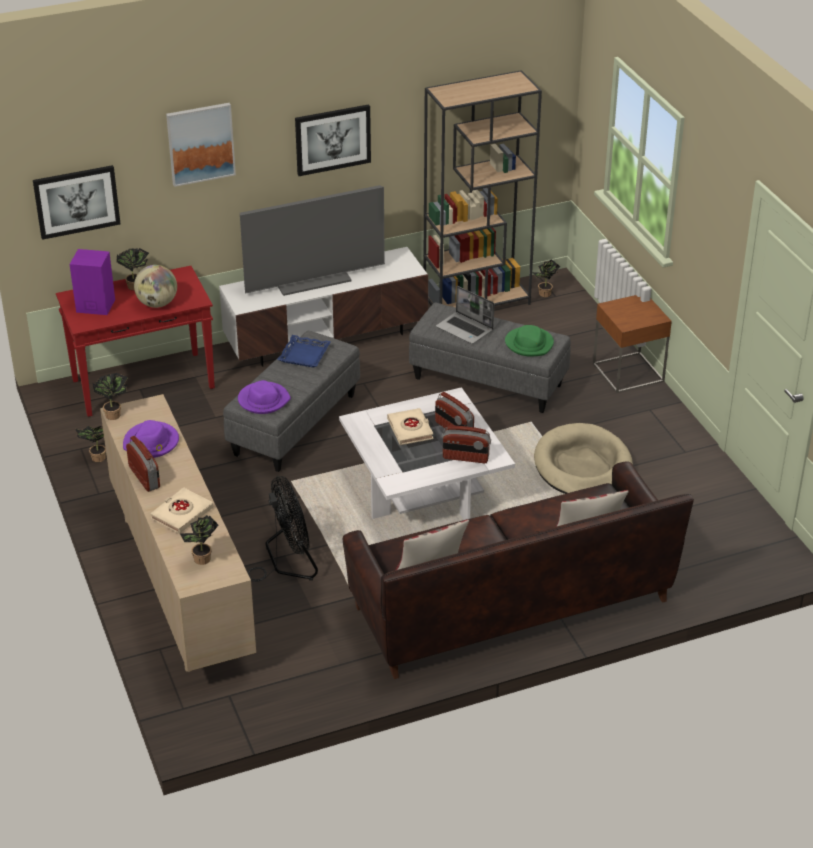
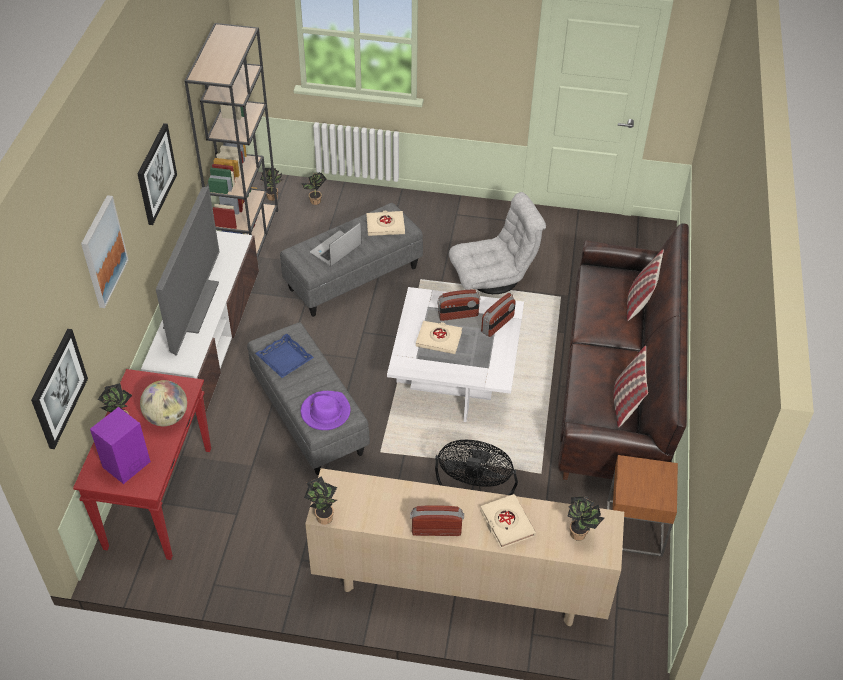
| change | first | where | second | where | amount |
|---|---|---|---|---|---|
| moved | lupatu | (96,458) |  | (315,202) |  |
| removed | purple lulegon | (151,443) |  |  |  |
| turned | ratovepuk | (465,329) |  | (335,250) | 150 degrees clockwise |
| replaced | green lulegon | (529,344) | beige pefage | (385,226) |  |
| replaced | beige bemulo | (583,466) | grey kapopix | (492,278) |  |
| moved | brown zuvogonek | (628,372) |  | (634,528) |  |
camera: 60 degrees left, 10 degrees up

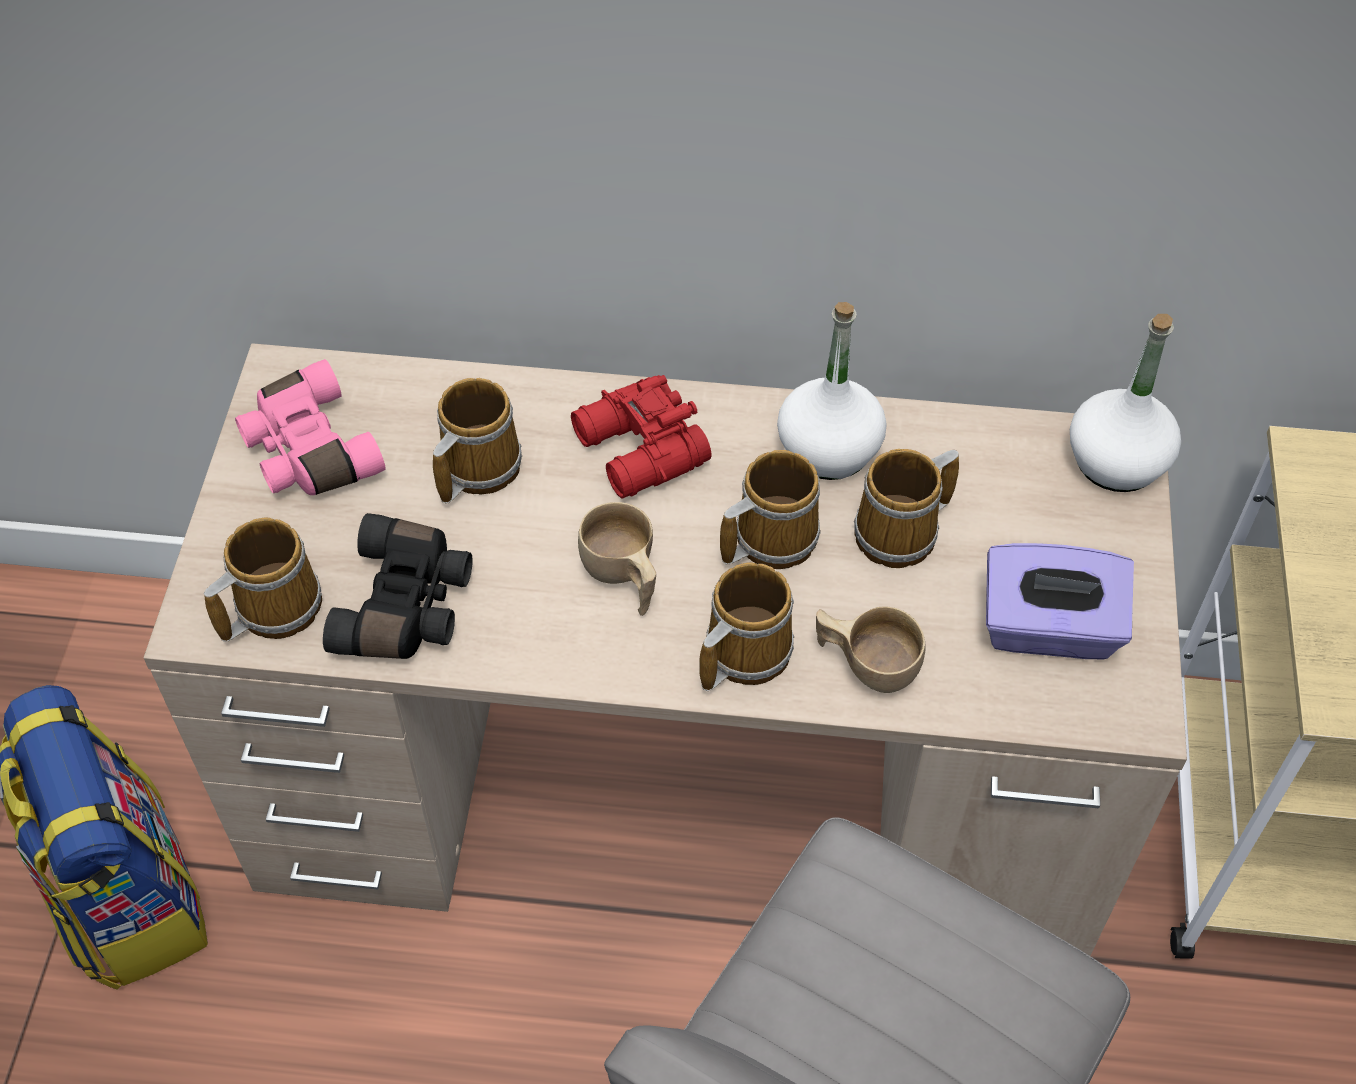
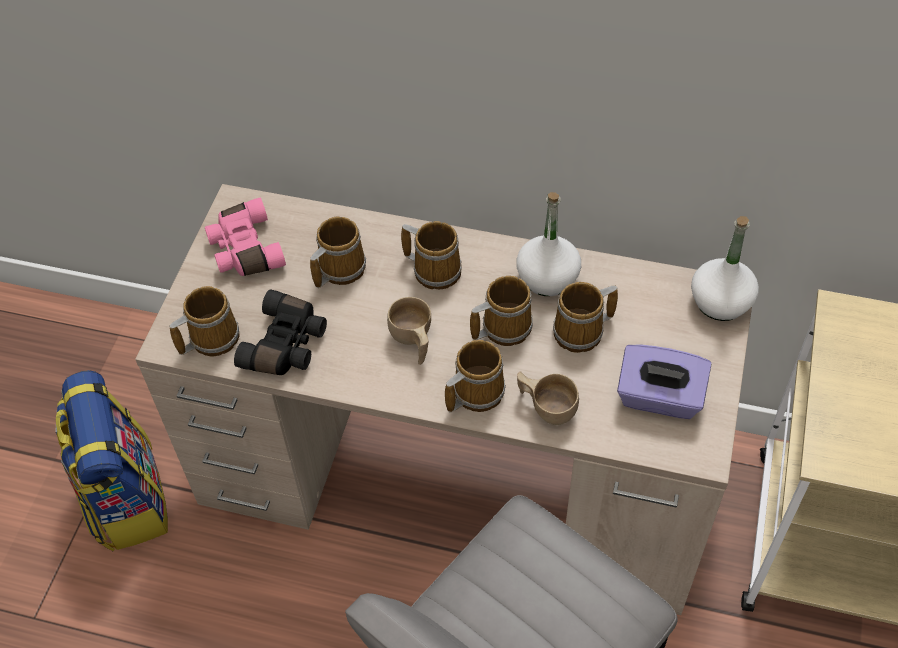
| change | first | where | second | where | amount |
|---|---|---|---|---|---|
| replaced | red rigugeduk | (639,452) | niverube | (435,269) |  |
camera: 10 degrees right, 0 degrees up

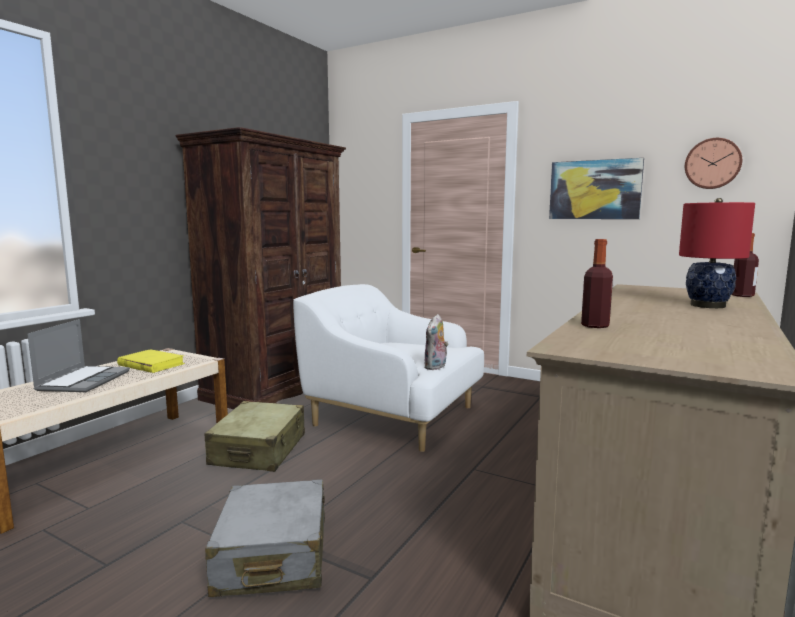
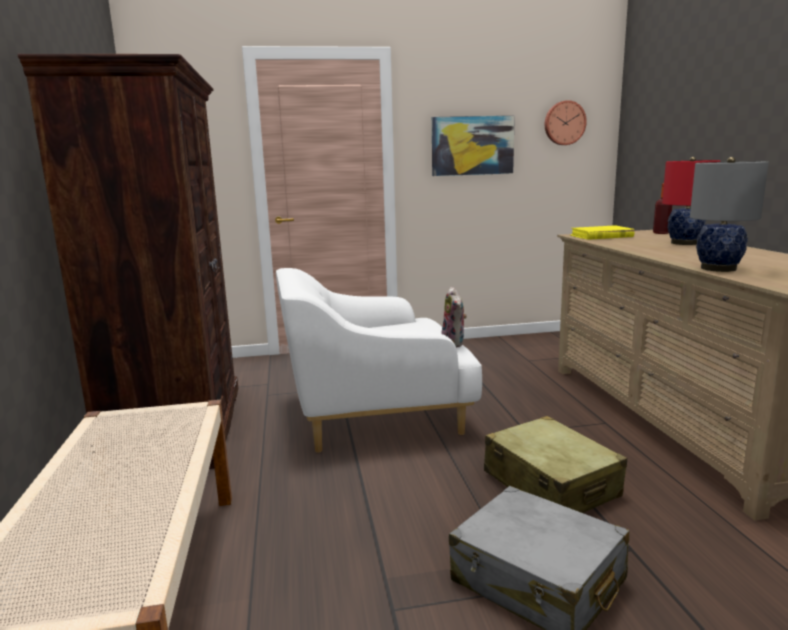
| change | first | where | second | where | amount |
|---|---|---|---|---|---|
| removed | ratovepuk | (83,380) |  |  |  |
| moved | yellow pefage | (151,364) |  | (601,236) |  |
| moved | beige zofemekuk | (259,450) |  | (550,484) |  |
| replaced | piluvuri | (595,326) | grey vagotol | (718,268) |  |
camera: 40 degrees left, 5 degrees up

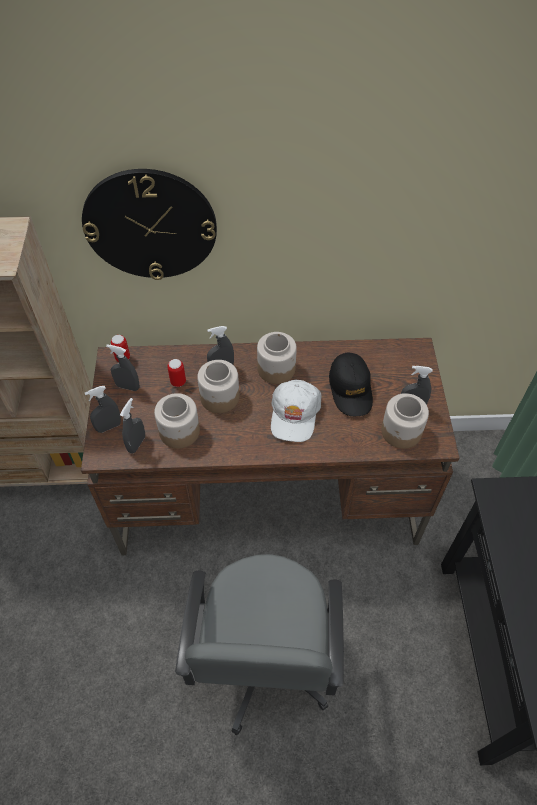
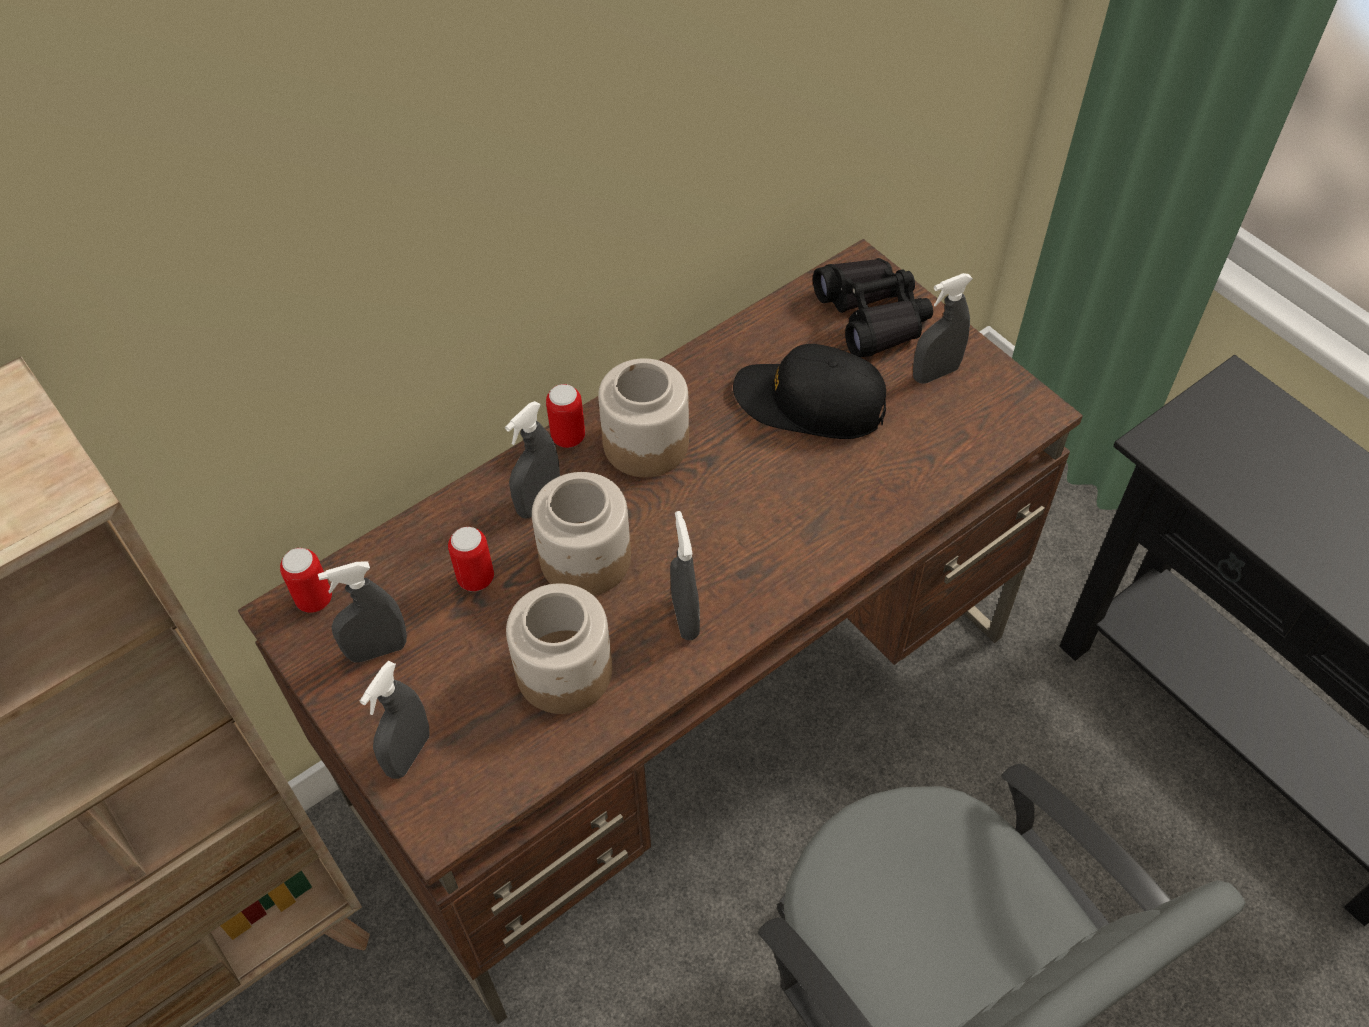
| change | first | where | second | where | amount |
|---|---|---|---|---|---|
| removed | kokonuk | (150,225) |  |  |  |
| moved | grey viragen | (136,444) |  | (685,617) |  |
| removed | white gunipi | (294,414) |  |  |  |
| turned | black gunipi | (351,389) |  | (810,403) | 150 degrees clockwise |
| removed | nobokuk | (401,432) |  |  |  |
| added |  |  | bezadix | (568,437) |  |
| added |  |  | black rigugeduk | (873,316) |  |
camera: 35 degrees left, 0 degrees up

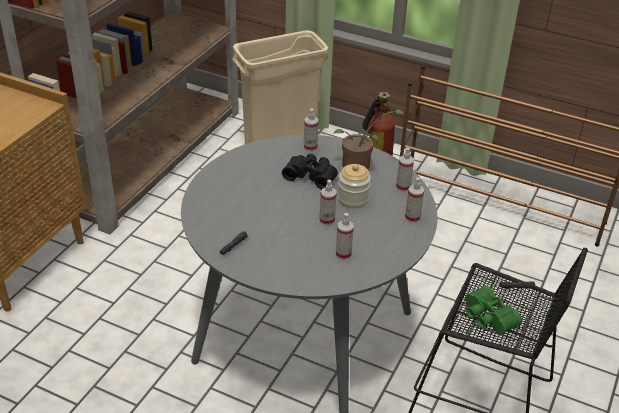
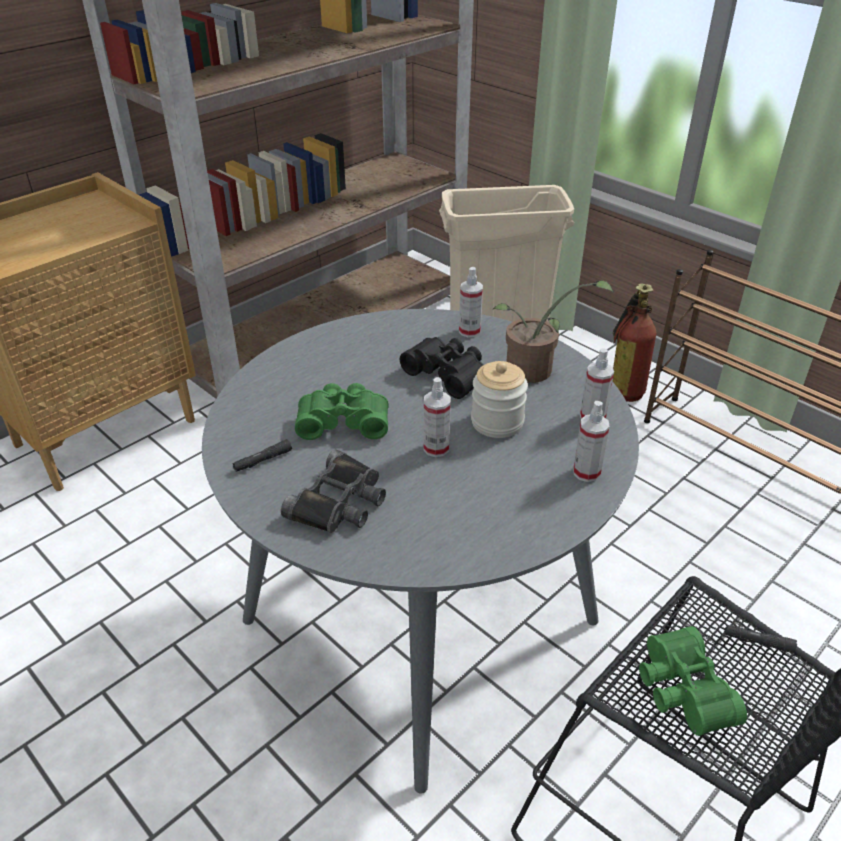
| change | first | where | second | where | amount |
|---|---|---|---|---|---|
| removed | viragen | (343,254) |  |  |  |
| added |  |  | black rigugeduk | (340,502) |  |
| added |  |  | green rigugeduk | (343,421) |  |
camera: 20 degrees right, 0 degrees up

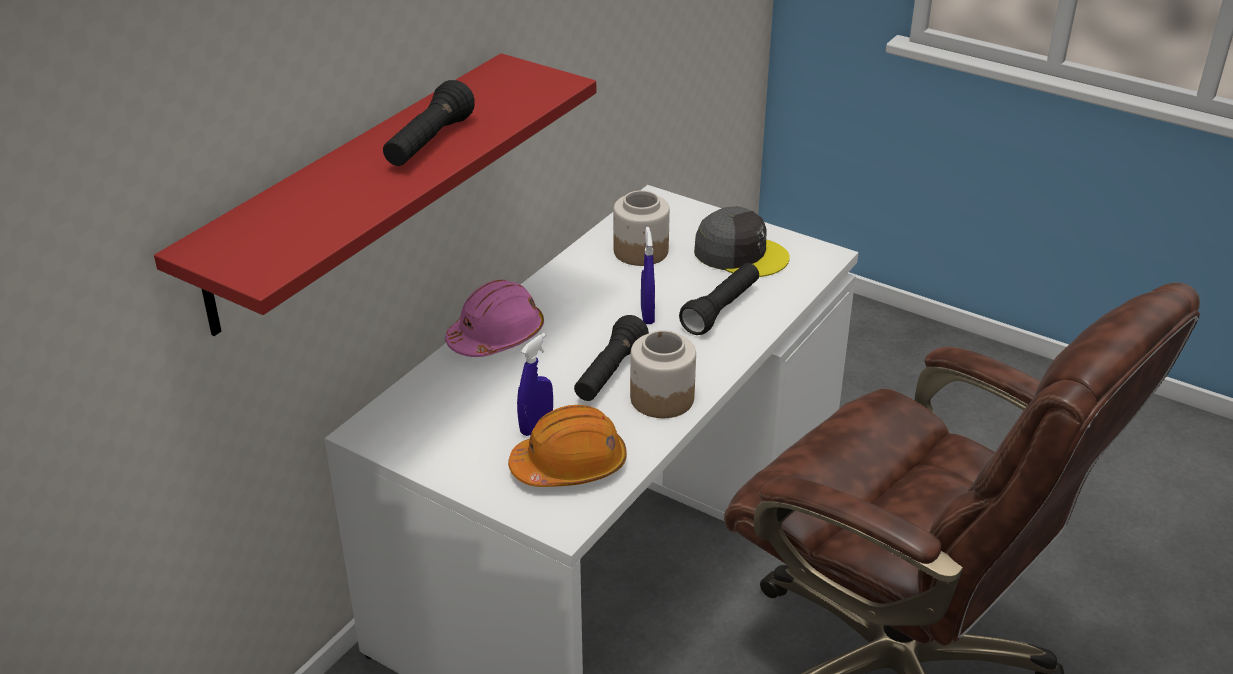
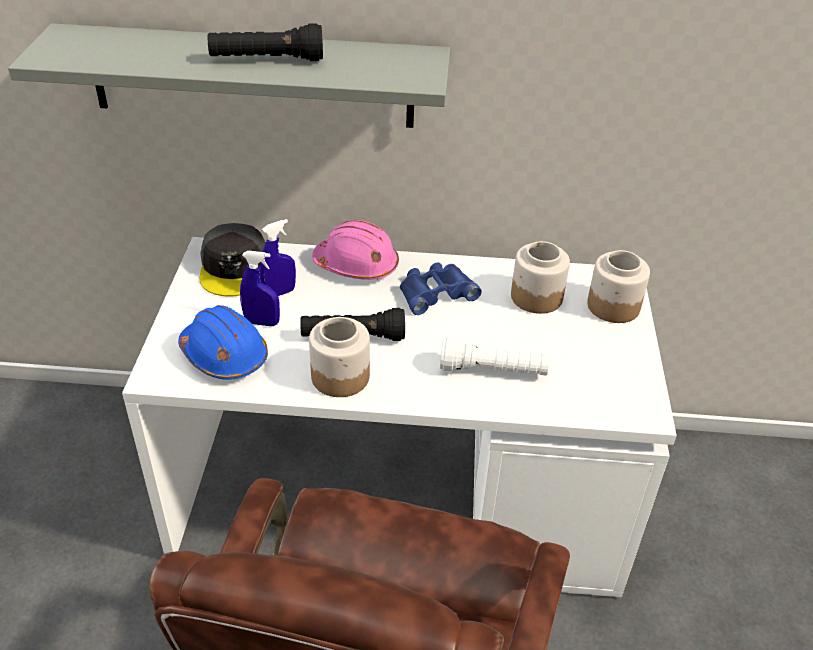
| change | first | where | second | where | amount |
|---|---|---|---|---|---|
| recoloured | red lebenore | (355,189) | grey lebenore | (252,76) |  |
| recoloured | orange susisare | (570,466) | blue susisare | (224,356) |  |
| moved | blue viragen | (647,315) |  | (279,293) |  |
| recoloured | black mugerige | (721,310) | white mugerige | (493,371) |  |
| moved | grey gunipi | (740,254) |  | (235,268) |  |
| added |  |  | blue rigugeduk | (435,292) |  |
| added |  |  | nobokuk | (612,306) |  |
camera: 60 degrees right, 5 degrees up

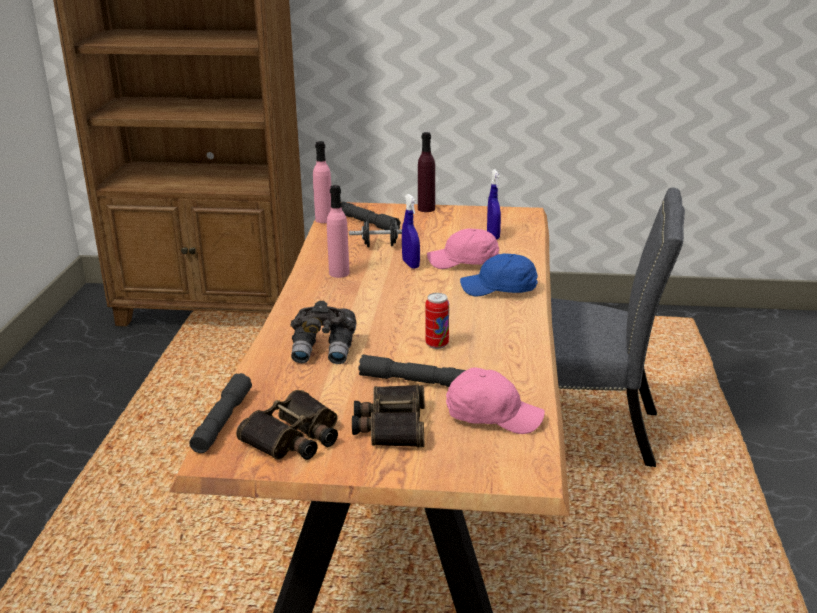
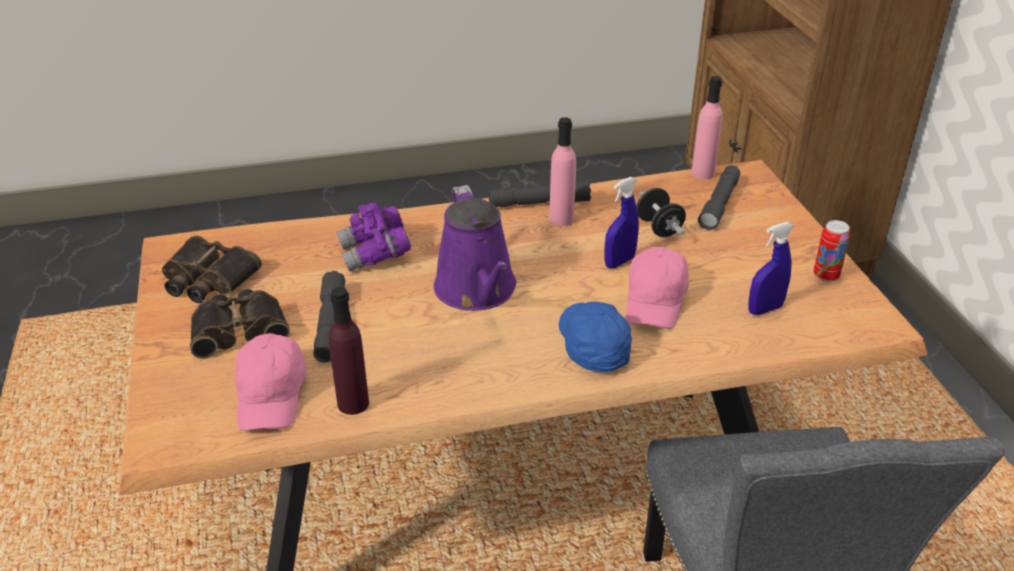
| change | first | where | second | where | amount |
|---|---|---|---|---|---|
| moved | grey mugerige | (222,421) |  | (539,203) |  |
| recoloured | grey rigugeduk | (324,350) | purple rigugeduk | (375,254) |  |
| moved | purple piluvuri | (426,209) |  | (353,403) |  |
| moved | bezadix | (437,344) |  | (826,276) |  |
| turned | pink gunipi | (464,262) |  | (655,301) | 150 degrees counterclockwise |
| added |  |  | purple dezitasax | (477,291) |  |
camera: 70 degrees right, 10 degrees up

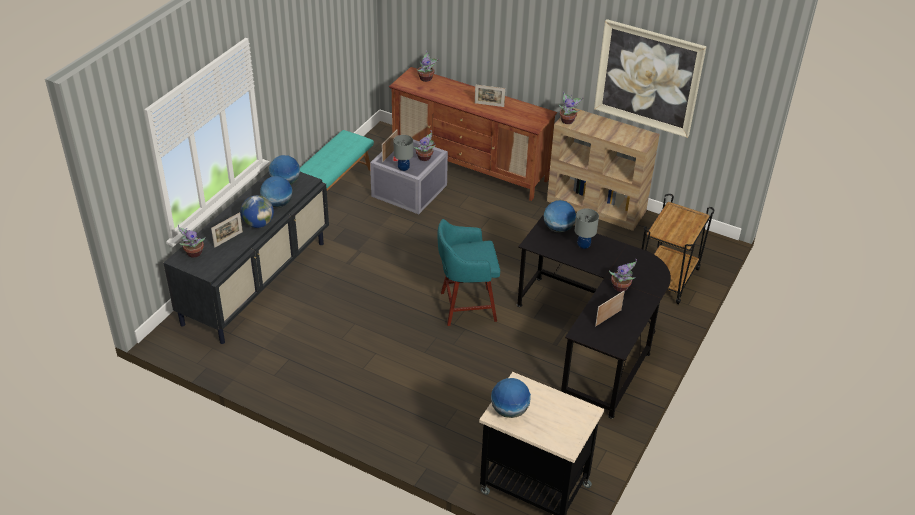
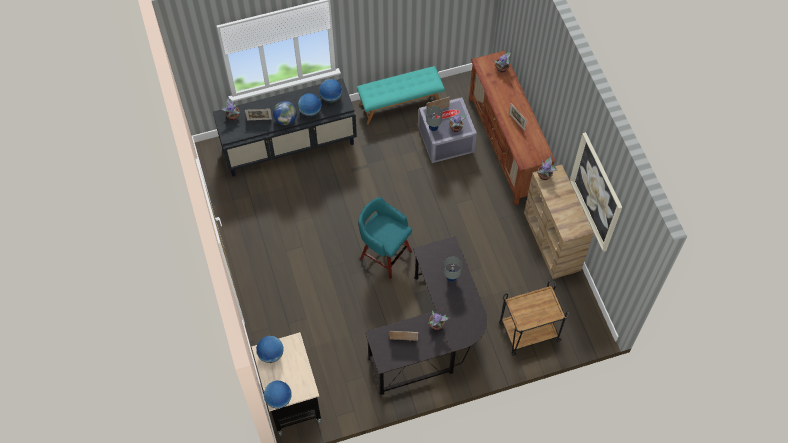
| change | first | where | second | where | amount |
|---|---|---|---|---|---|
| moved | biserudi | (558,228) |  | (278,399) |  |
camera: 45 degrees right, 20 degrees up

